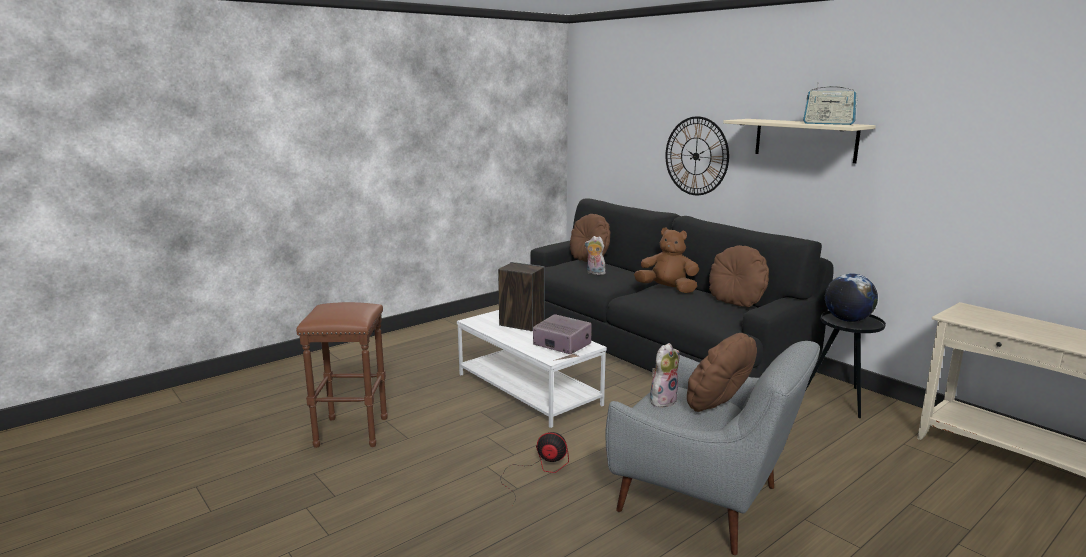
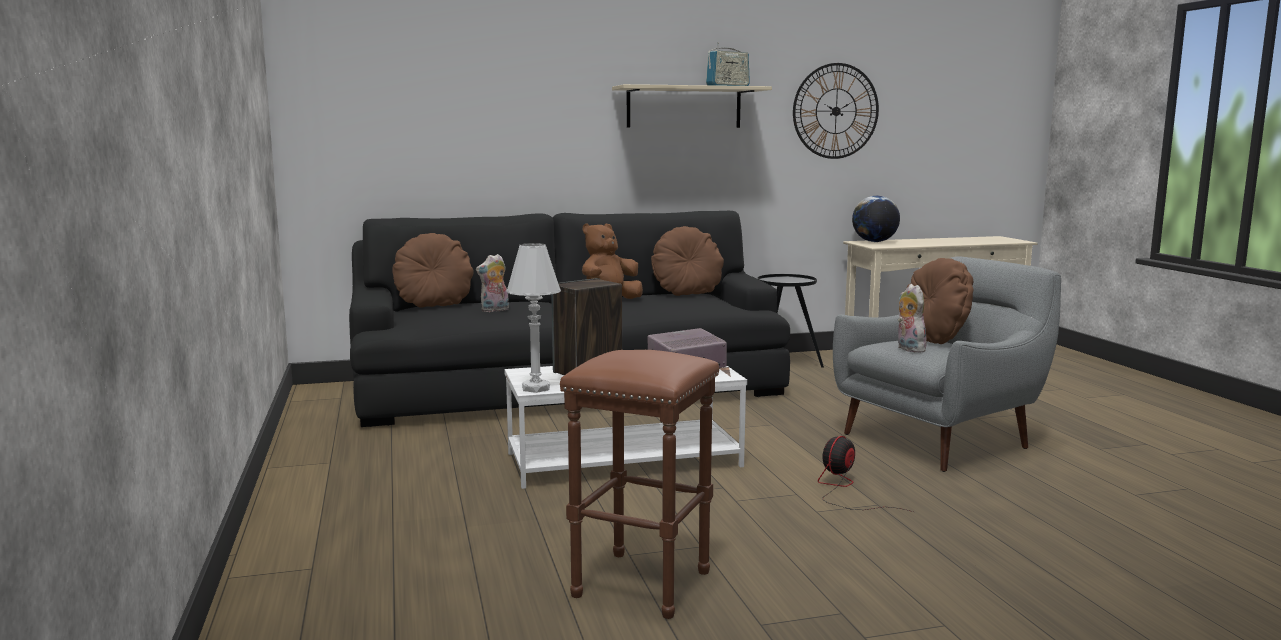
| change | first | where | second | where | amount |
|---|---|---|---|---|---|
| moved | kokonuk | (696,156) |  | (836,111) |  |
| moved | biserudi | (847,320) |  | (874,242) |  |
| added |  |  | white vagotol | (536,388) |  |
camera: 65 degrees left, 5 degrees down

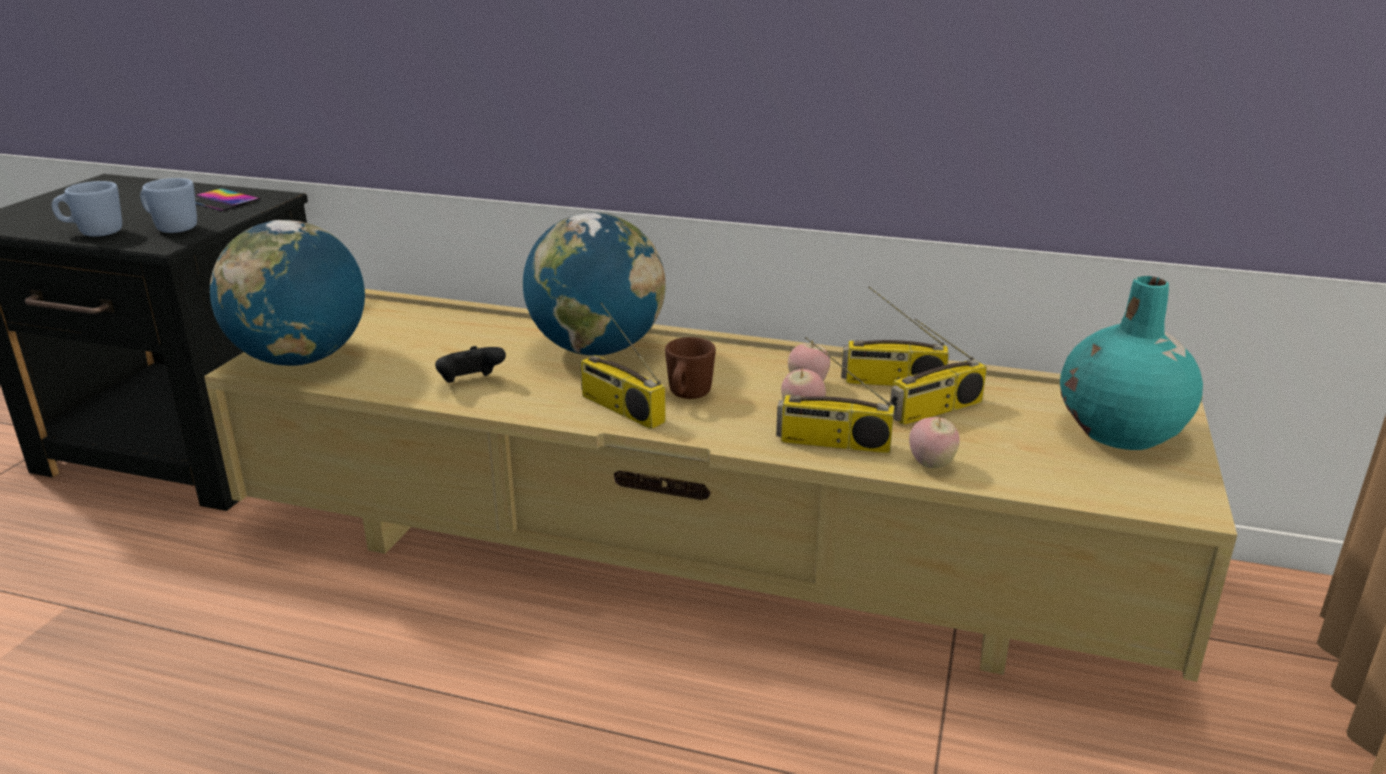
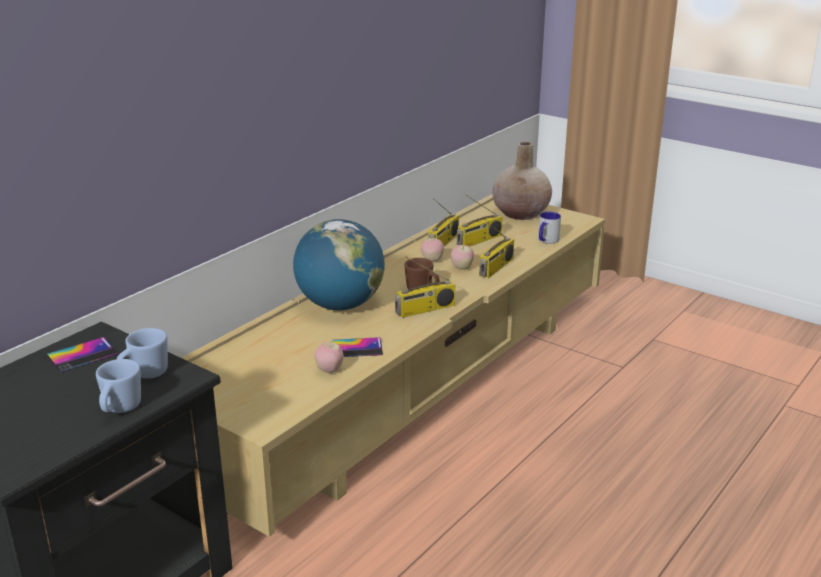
| change | first | where | second | where | amount |
|---|---|---|---|---|---|
| removed | biserudi | (301,359) |  |  |  |
| replaced | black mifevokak | (470,383) | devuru | (357,348) |  |
| turned | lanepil | (935,410) |  | (479,240) | 60 degrees clockwise |
| moved | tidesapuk | (931,464) |  | (329,370) |  |
| recoloured | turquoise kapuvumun | (1121,431) | beige kapuvumun | (521,213) |  |
| added |  |  | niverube | (546,241) |  |
camera: 70 degrees left, 0 degrees up

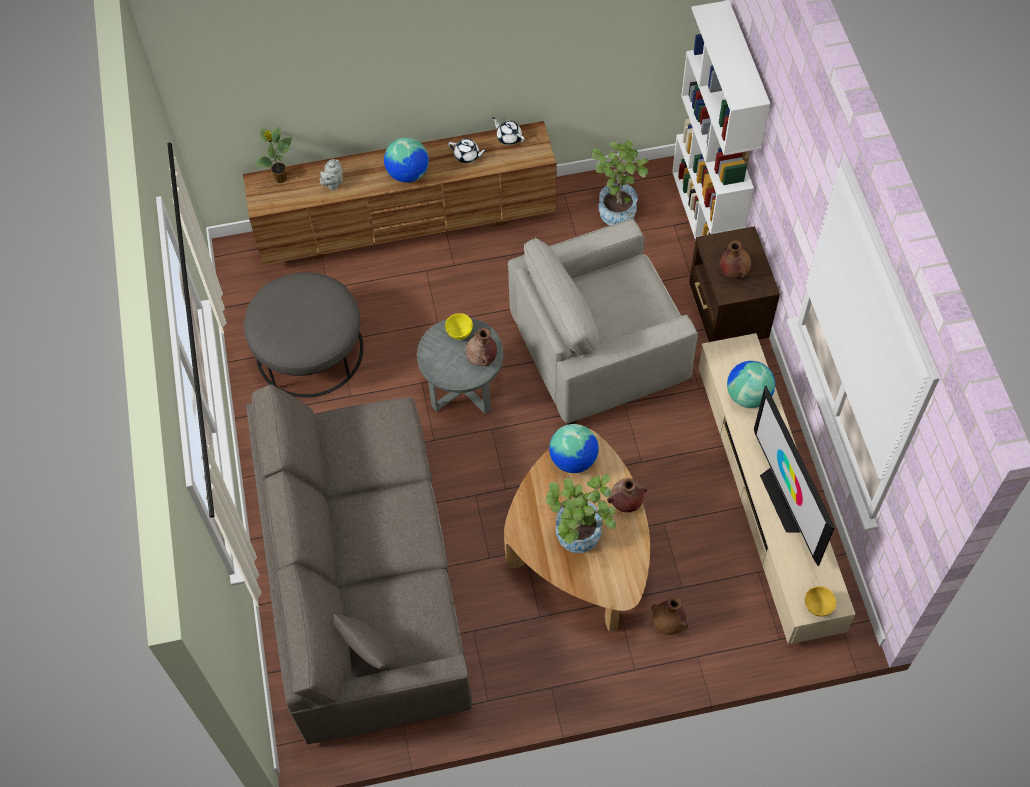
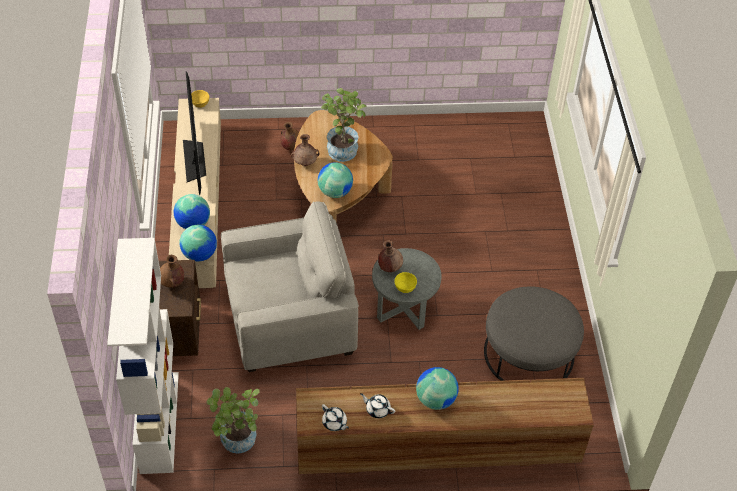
| change | first | where | second | where | amount |
|---|---|---|---|---|---|
| removed | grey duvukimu | (365,579) |  |  |  |
| removed | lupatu | (280,179) |  |  |  |
| removed | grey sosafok | (333,184) |  |  |  |
| added |  |  | biserudi | (200,254) |  |
camera: 175 degrees left, 10 degrees down

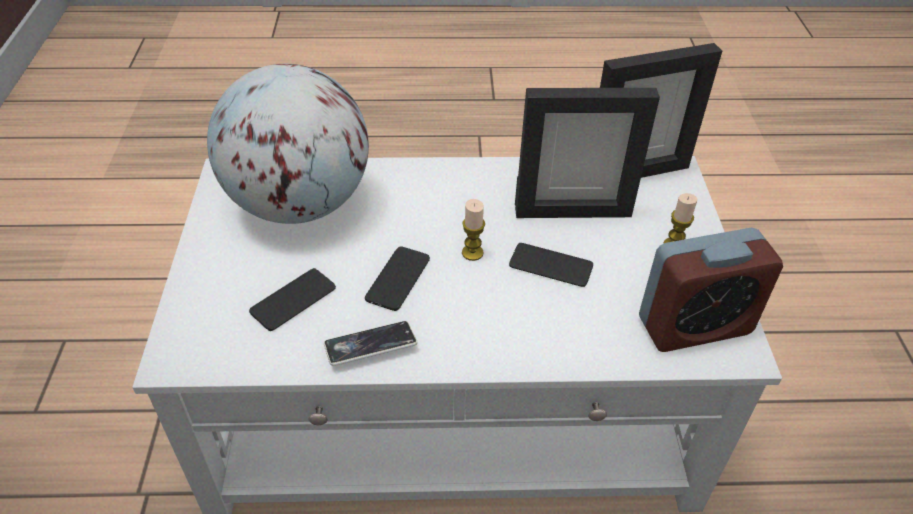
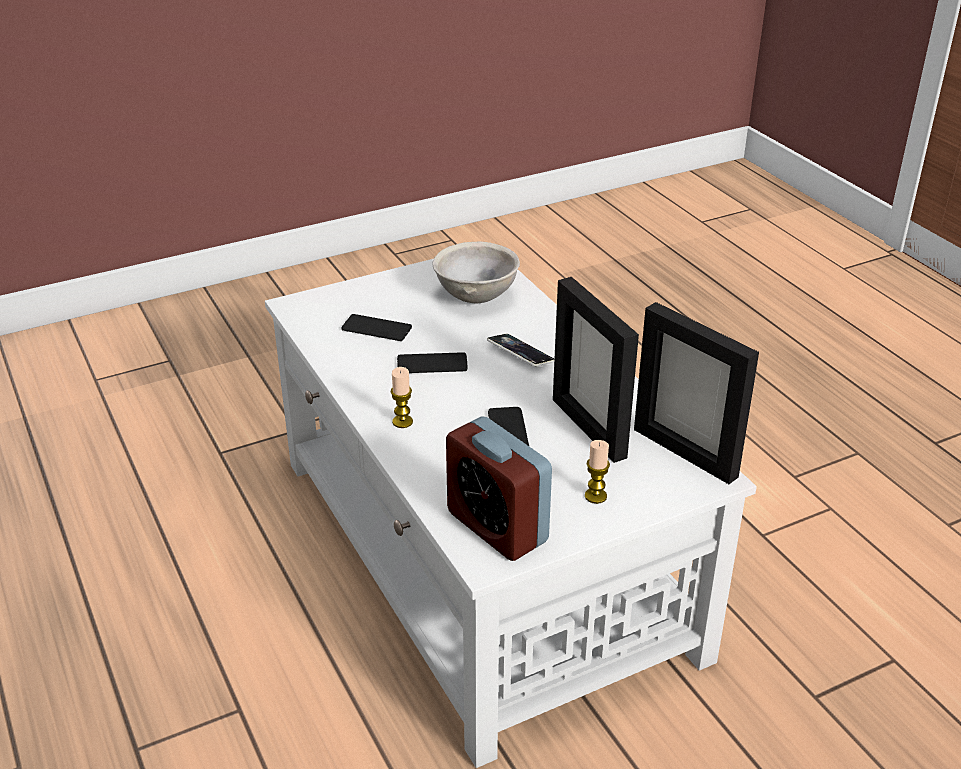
| change | first | where | second | where | amount |
|---|---|---|---|---|---|
| replaced | biserudi | (299,204) | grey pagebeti | (475,297) |  |
| moved | devuru | (370,347) |  | (520,354) |  |
| moved | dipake | (472,253) |  | (402,422) |  |
camera: 65 degrees right, 10 degrees down

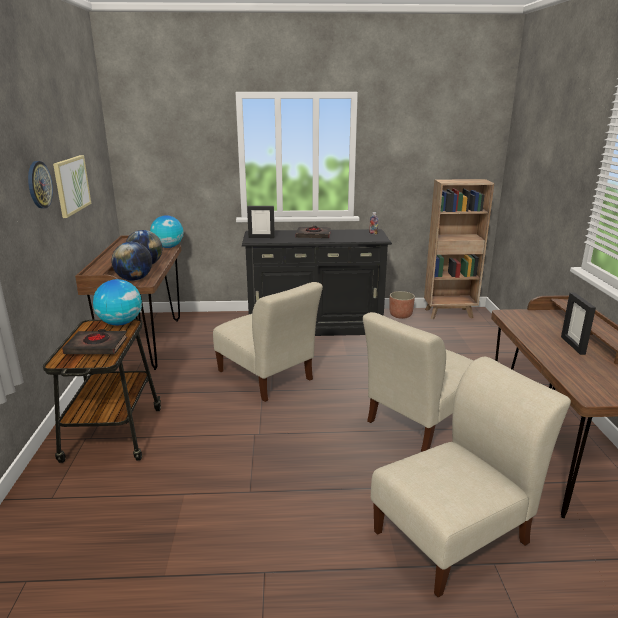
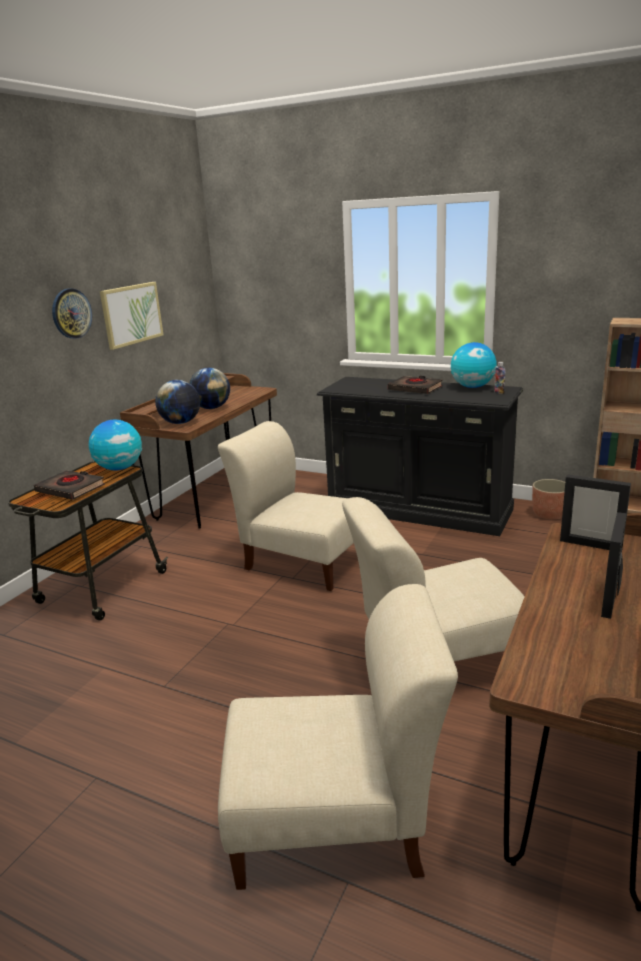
| change | first | where | second | where | amount |
|---|---|---|---|---|---|
| moved | biserudi | (168,247) |  | (472,387) |  |
| turned | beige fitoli | (267,377) |  | (302,561) | 135 degrees clockwise |
| moved | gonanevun | (261,237) |  | (590,544) |  |
camera: 30 degrees right, 0 degrees up

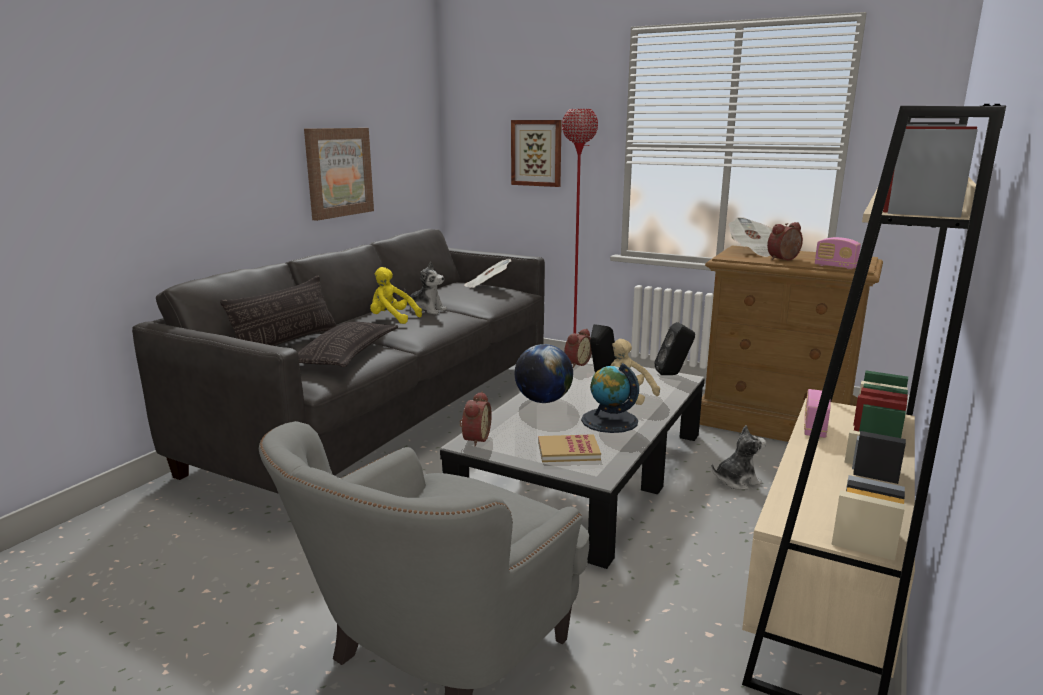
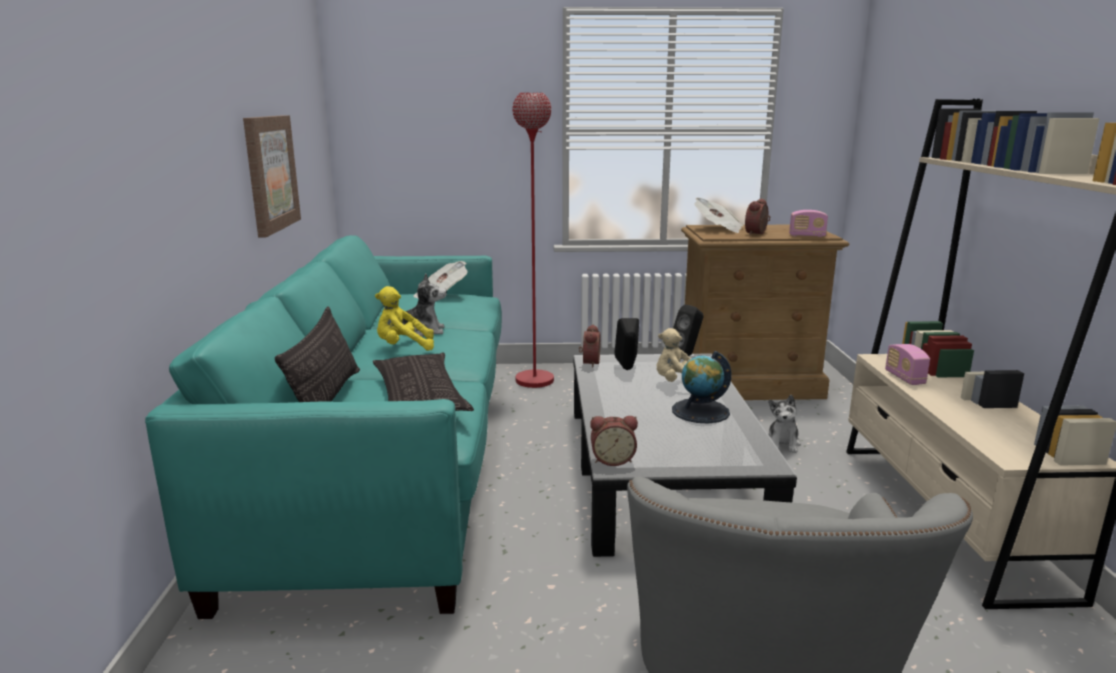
| change | first | where | second | where | amount |
|---|---|---|---|---|---|
| recoloured | grey duvukimu | (390,415) | turquoise duvukimu | (392,464) |  |
| turned | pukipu | (474,439) |  | (612,460) | 105 degrees clockwise |
| removed | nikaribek | (536,153) |  |  |  |
| removed | biserudi | (543,401) |  |  |  |
| removed | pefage | (568,451) |  |  |  |
| turned | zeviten | (736,481) |  | (782,443) | 150 degrees clockwise |
camera: 30 degrees left, 0 degrees up

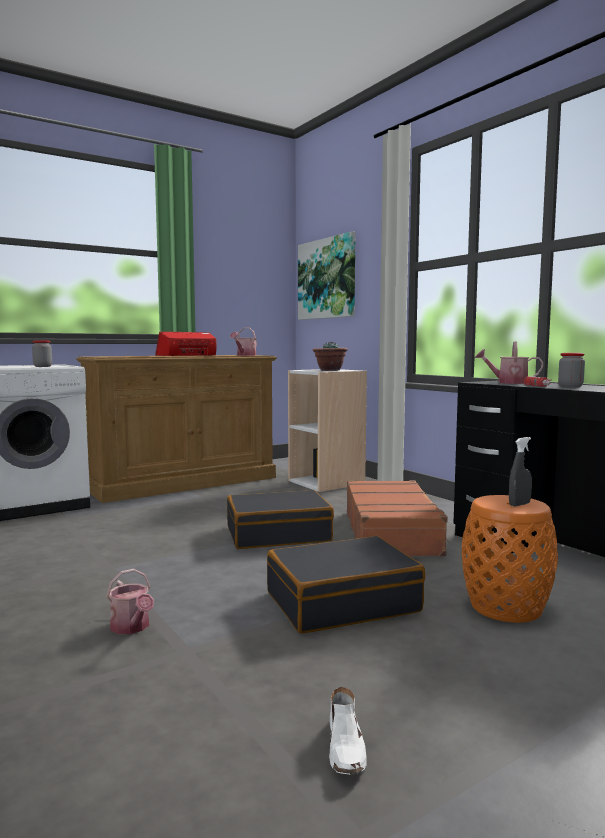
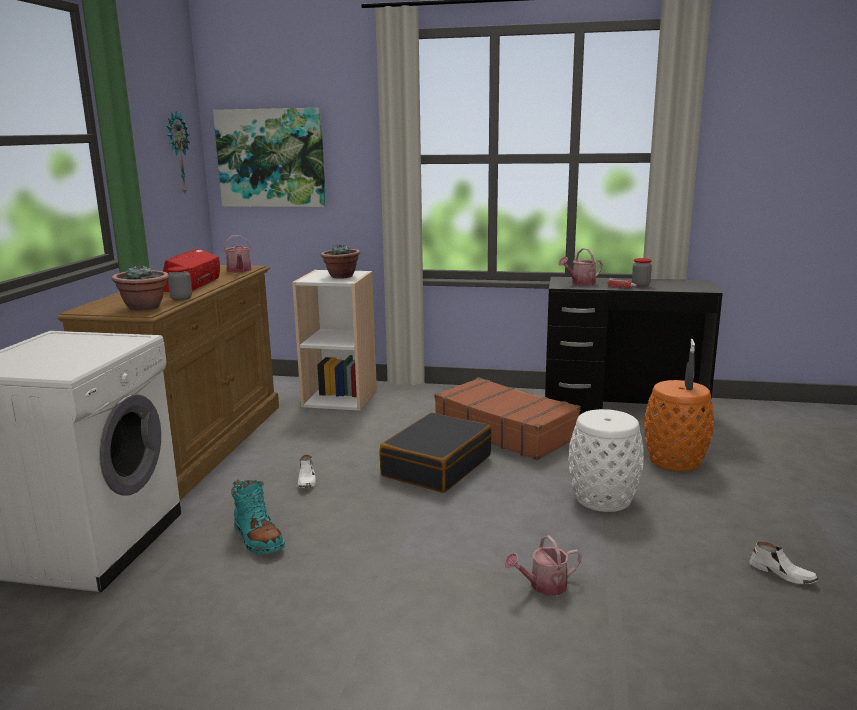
| change | first | where | second | where | amount |
|---|---|---|---|---|---|
| moved | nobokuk | (42,366) |  | (181,298) |  |
| turned | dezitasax | (132,627) |  | (543,586) | 150 degrees clockwise |
| replaced | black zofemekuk | (342,602) | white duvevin | (603,499) |  |
| added |  |  | lupatu | (144,307) |  |
| added |  |  | kokonuk | (177,153) |  |
| added |  |  | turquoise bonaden | (258,538) |  |
| added |  |  | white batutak | (307,481) |  |
camera: 45 degrees left, 10 degrees up

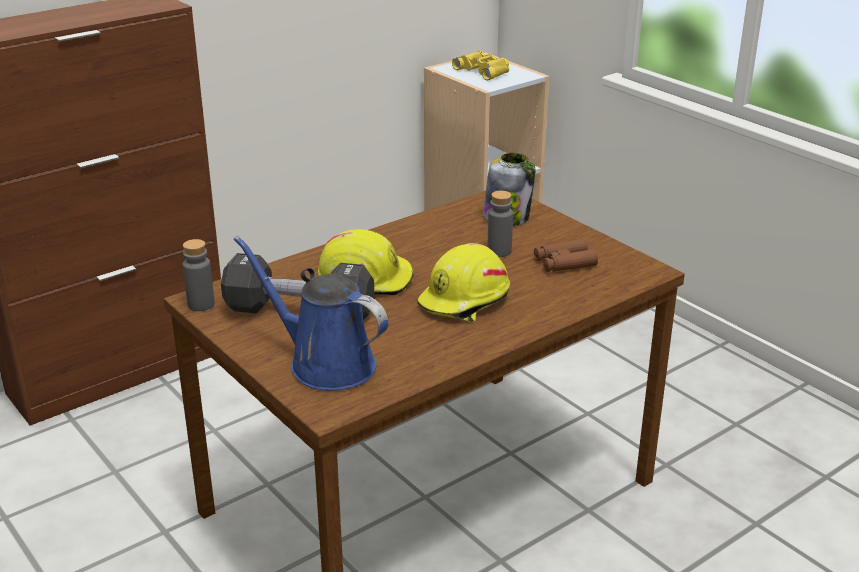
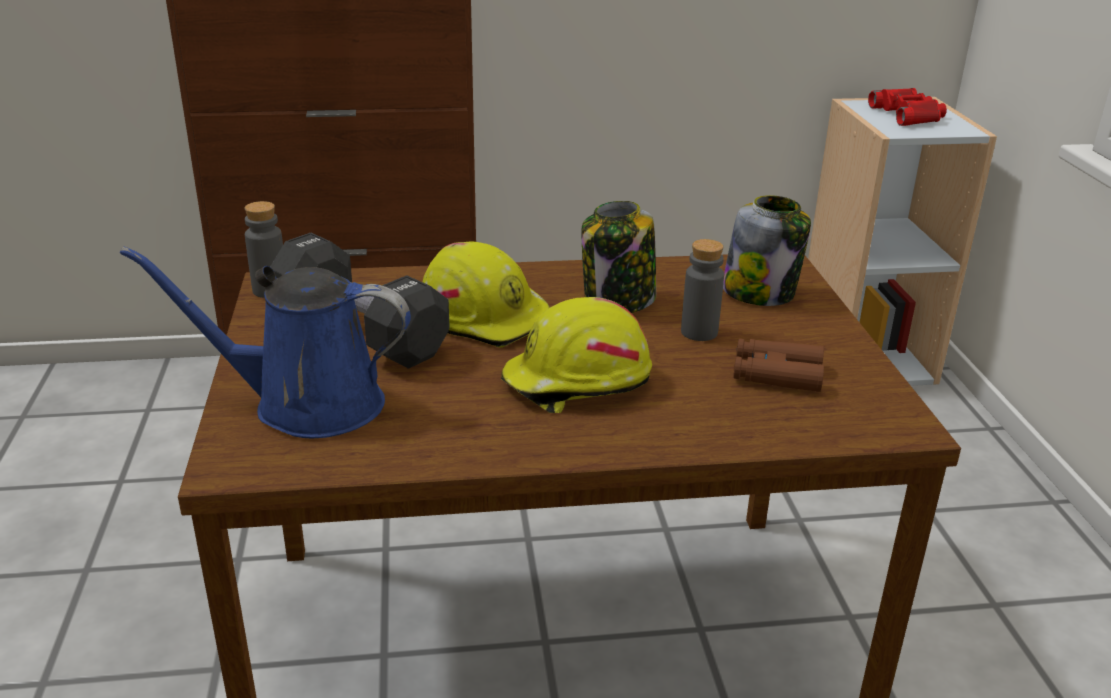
| change | first | where | second | where | amount |
|---|---|---|---|---|---|
| turned | blue dezitasax | (325,363) |  | (306,404) | 60 degrees counterclockwise |
| recoloured | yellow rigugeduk | (484,71) | red rigugeduk | (908,115) |  |
| added |  |  | nobokuk | (618,302) |  |
camera: 30 degrees right, 0 degrees up

